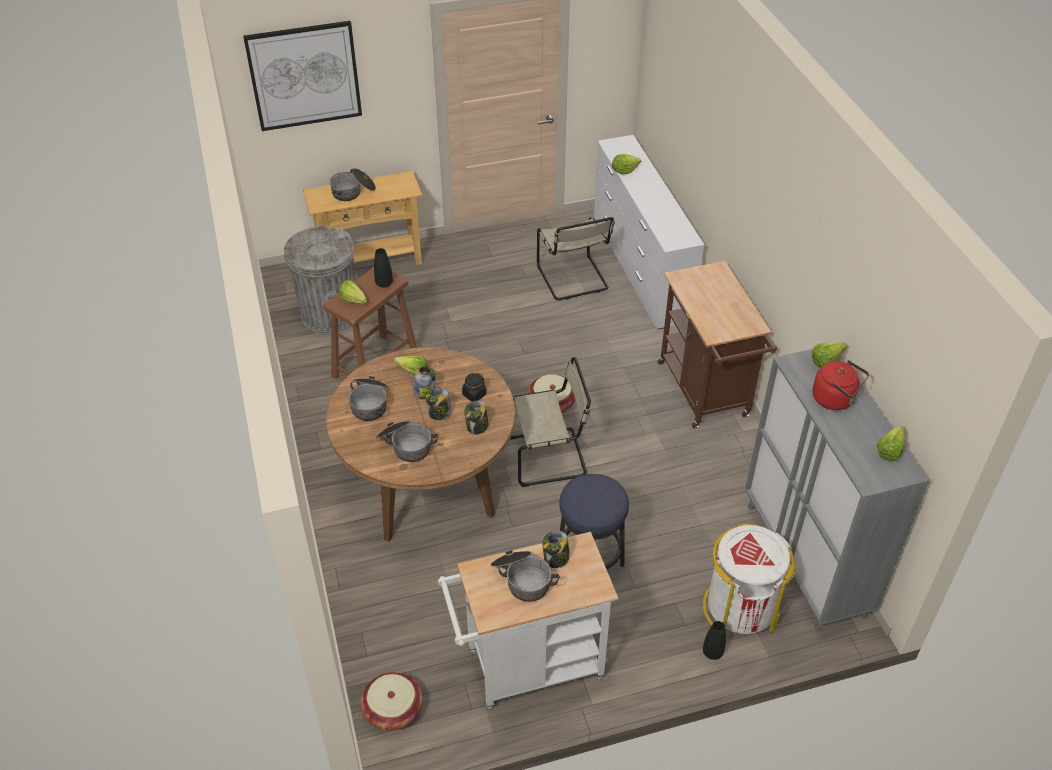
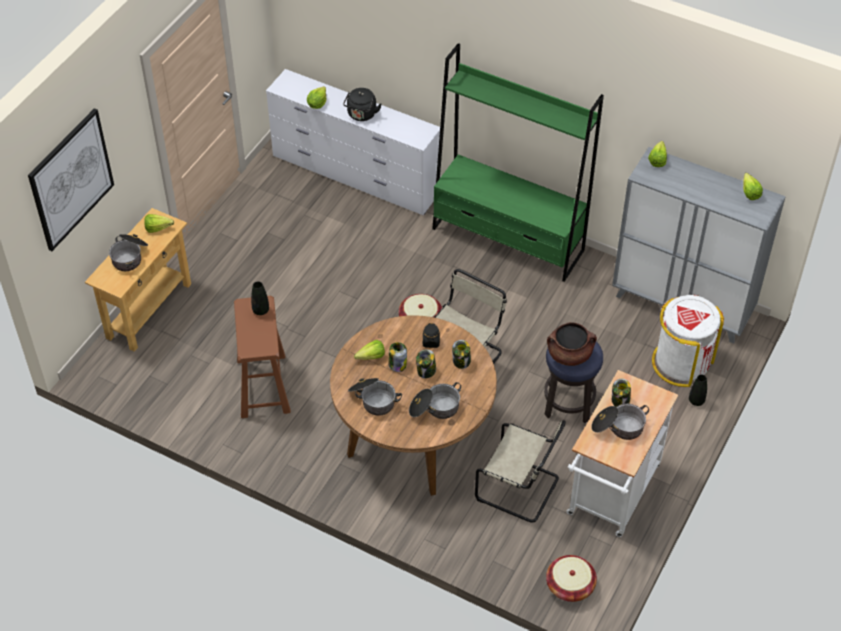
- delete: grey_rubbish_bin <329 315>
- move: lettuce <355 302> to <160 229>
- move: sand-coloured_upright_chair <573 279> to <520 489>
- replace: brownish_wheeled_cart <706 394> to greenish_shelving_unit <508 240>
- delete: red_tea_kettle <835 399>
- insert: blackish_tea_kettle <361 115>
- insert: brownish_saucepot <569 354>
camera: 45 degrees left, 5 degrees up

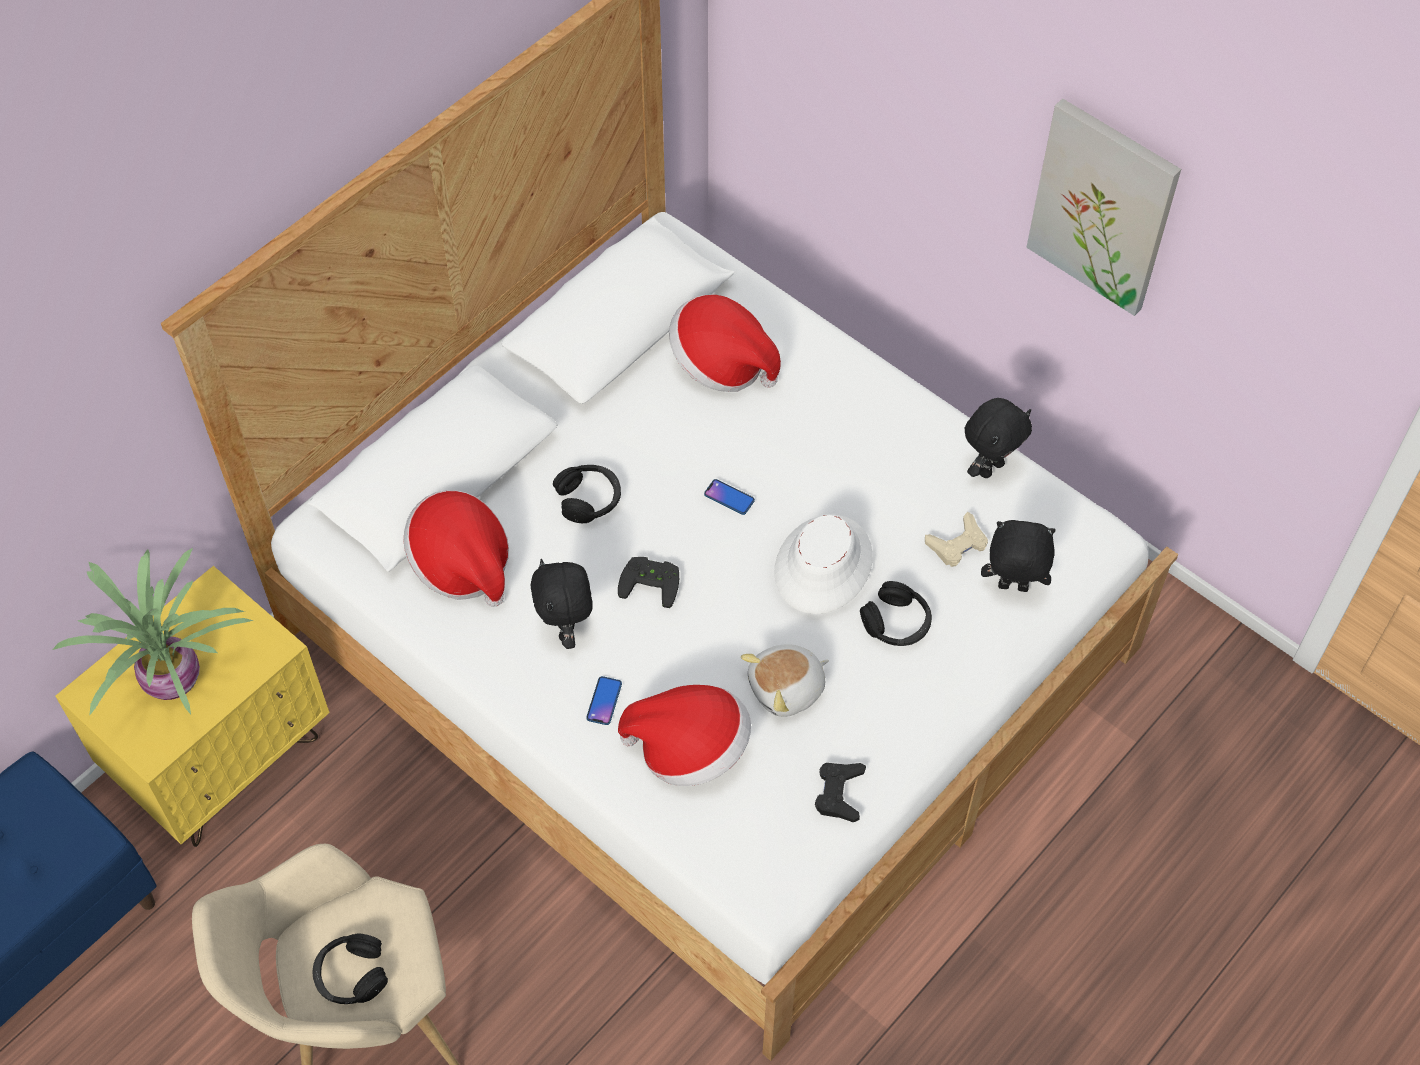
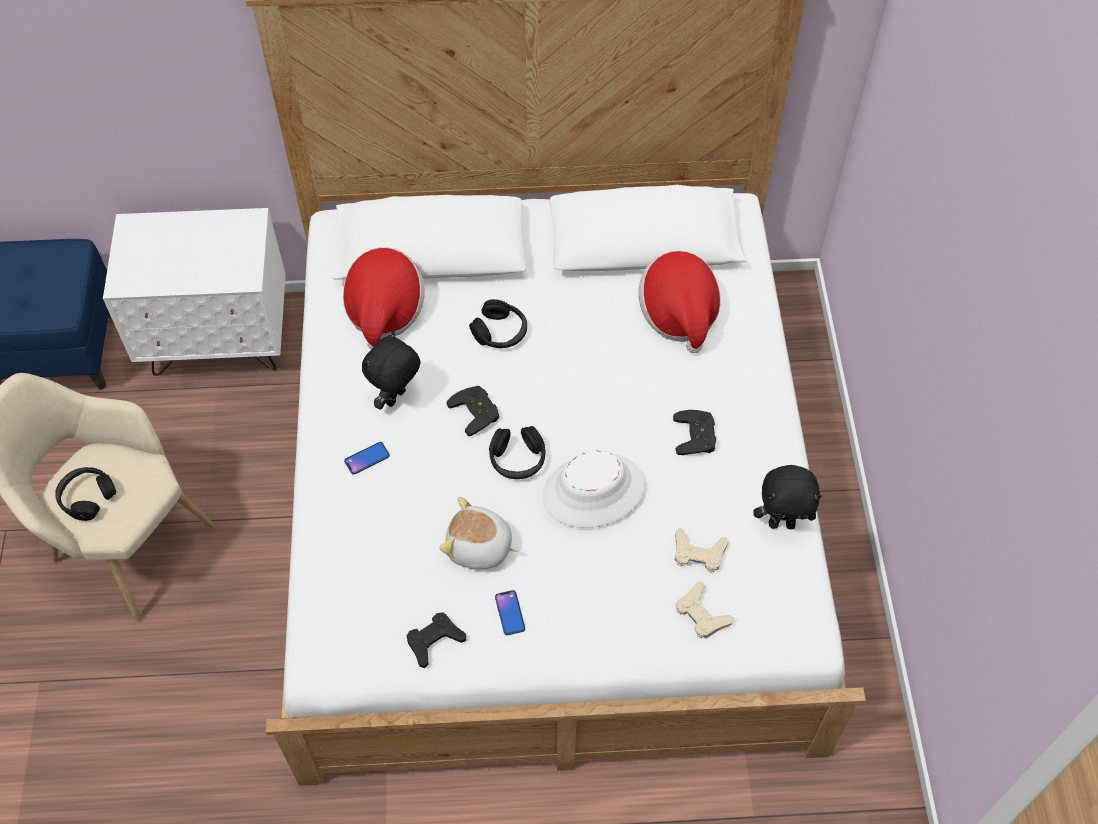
- delete: plant_in_a_pot <174 677>
- recolor: yellow_night_table <223 759> to white_night_table <219 341>
- delete: wearable_hat <690 749>
- move: telephone <729 497> to <510 613>
- move: blackish_headset <896 623> to <517 459>
- replace: blackish_cuddly_toy <1012 588> to sand-coloured_gamepad <701 614>
- delete: wall_art <1103 206>
- insert: blackish_gamepad <698 436>
camera: 45 degrees right, 0 degrees up

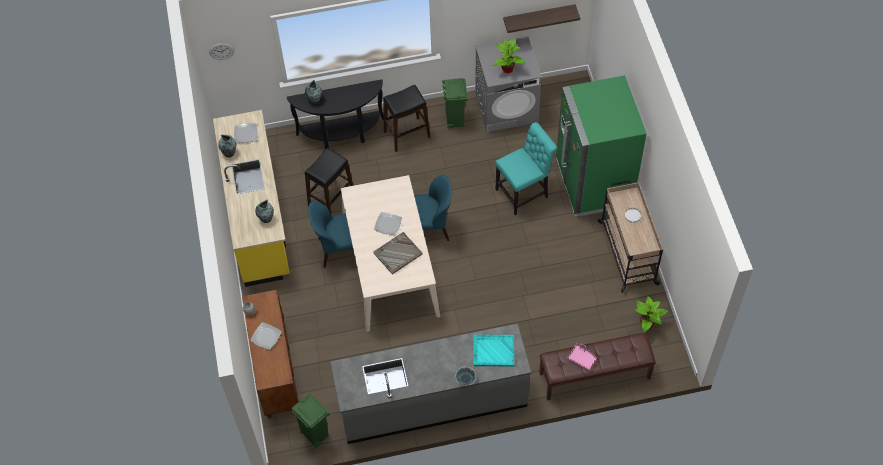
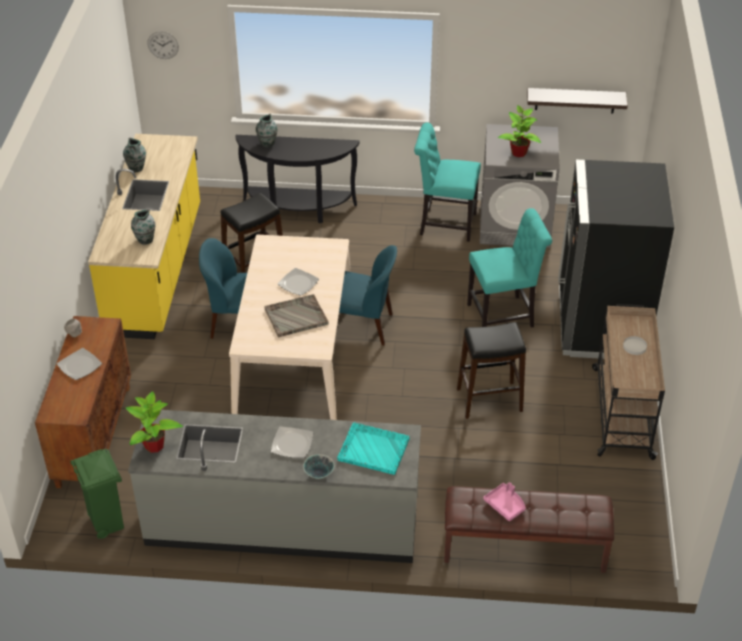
- move: flat_dish <245 133> to <292 443>
- move: blackish_stool_seat <407 135> to <489 400>
- replace: greenish_rubbish_bin <455 120> to turquoise-coloured_upright_chair <444 224>
- recolor: greenish_refrigerator <593 183> to blackish_refrigerator <601 325>
- move: plant_in_a_pot <647 324> to <154 446>
camera: 15 degrees right, 15 degrees down

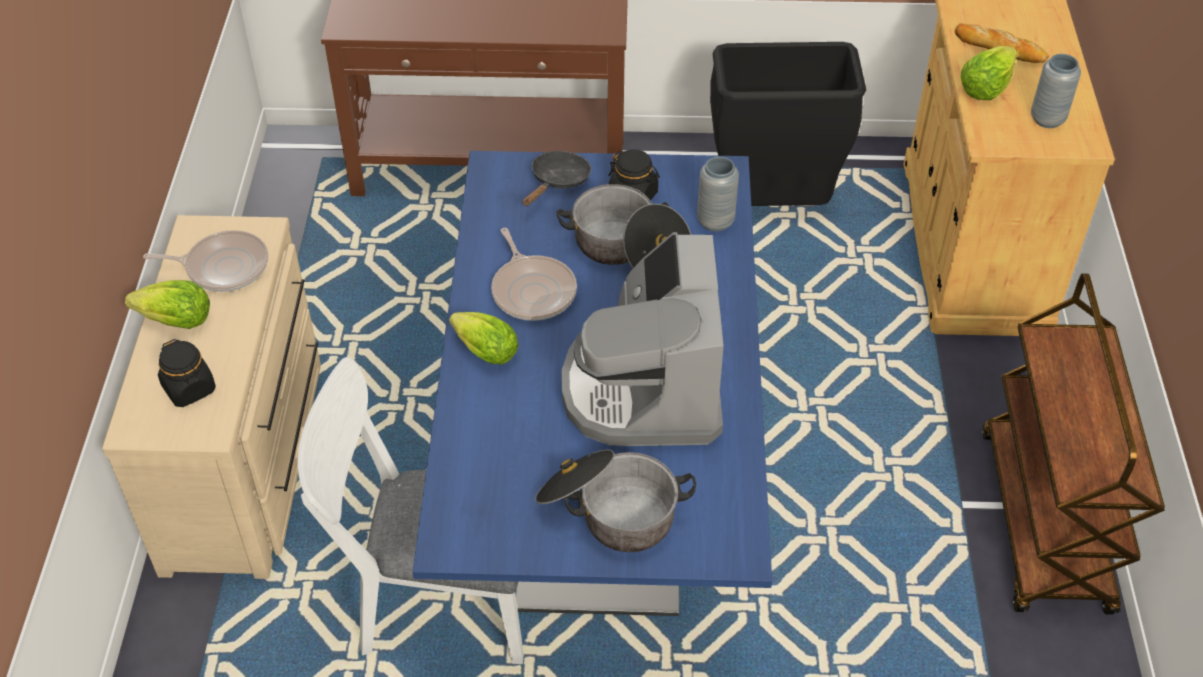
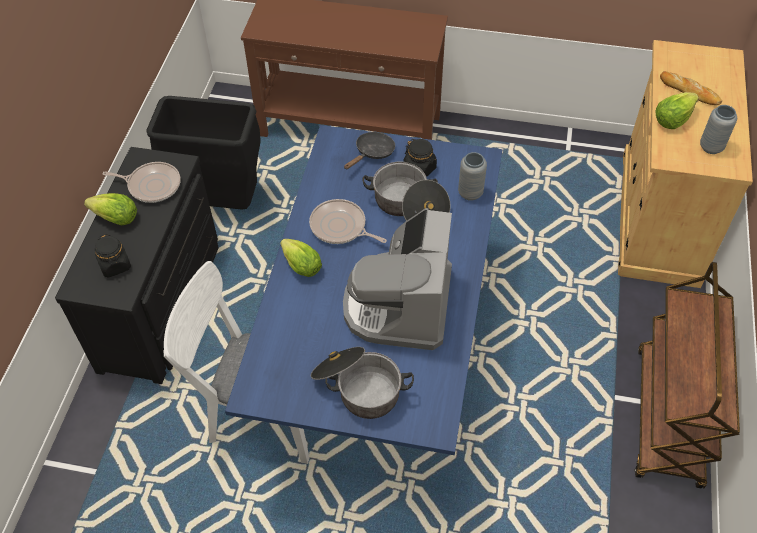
- recolor: sand-coloured_chest_of_drawers <249 459> to blackish_chest_of_drawers <164 303>
- rotate: frying_pan <532 290> = <340 227> 135 degrees clockwise
- move: blackish_rubbish_bin <772 206> to <221 204>
camera: 10 degrees right, 5 degrees up

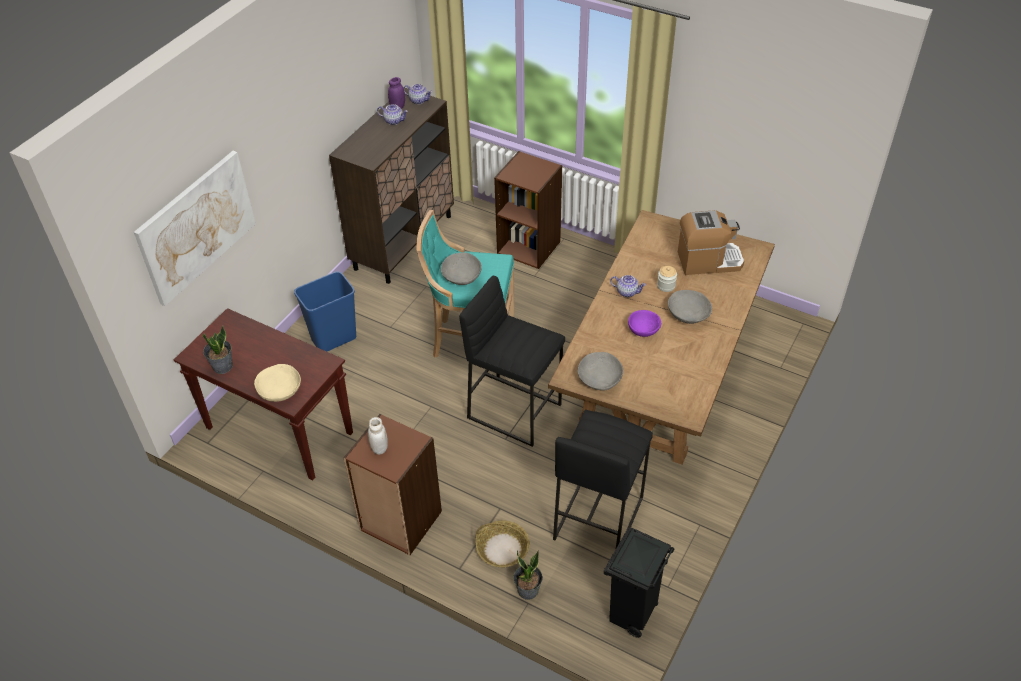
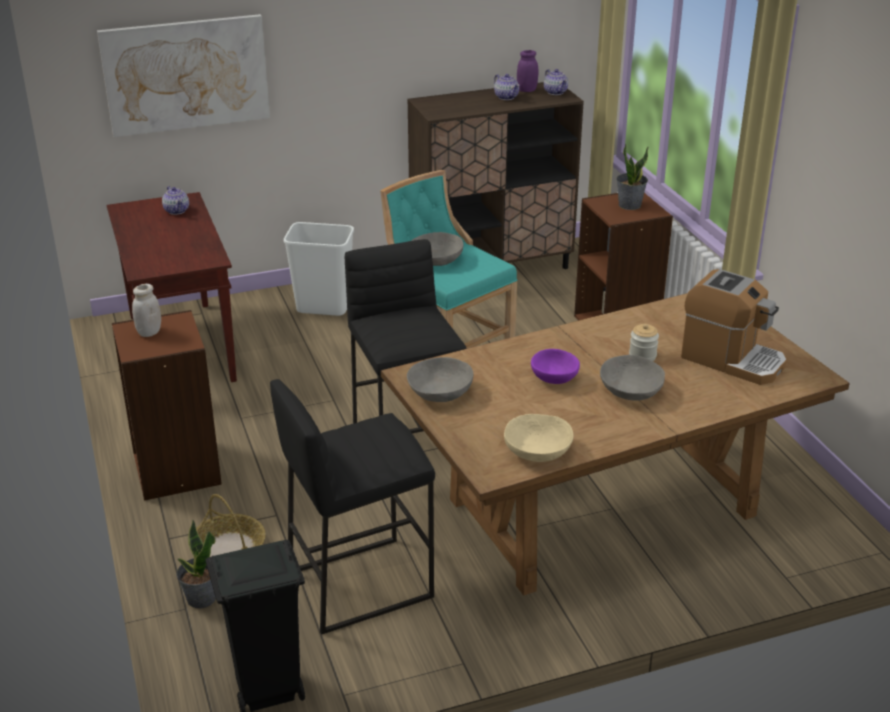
- move: plant_in_a_pot <222 366> to <629 205>
- move: sand-coloured_bowl <280 390> to <537 451>
- recolor: blue_rubbish_bin <334 338> to white_rubbish_bin <324 307>
- move: teapot <627 292> to <177 210>
camera: 40 degrees right, 15 degrees down

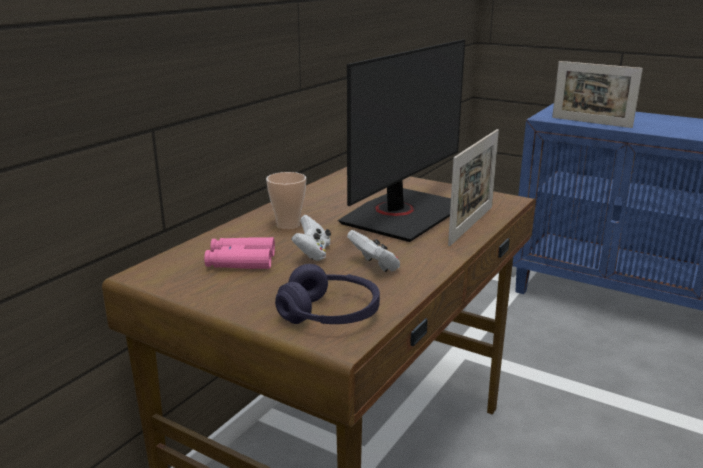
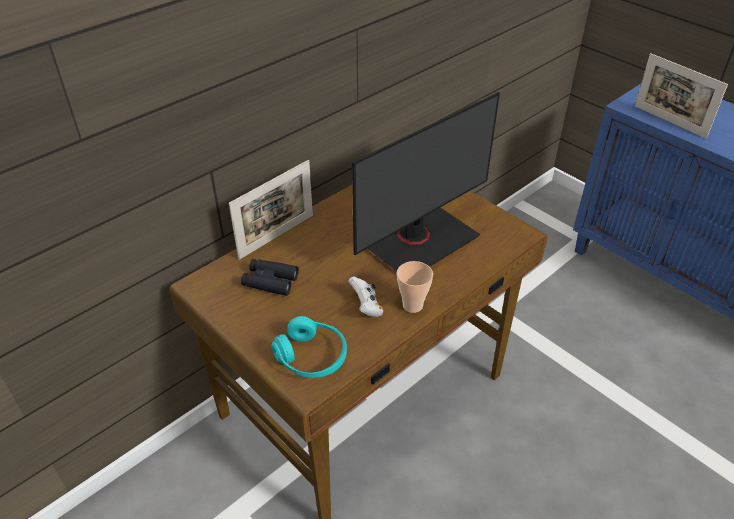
- recolor: pink-coloured_pair_of_binoculars <240 261> to blackish_pair_of_binoculars <270 281>
- move: drinking_cup <288 225> to <412 305>
- recolor: purple-coloured_headset <330 314> to turquoise-coloured_headset <311 357>
- delete: white_gamepad <312 253>
- move: picture_frame <471 225> to <276 236>
camera: 15 degrees right, 20 degrees up

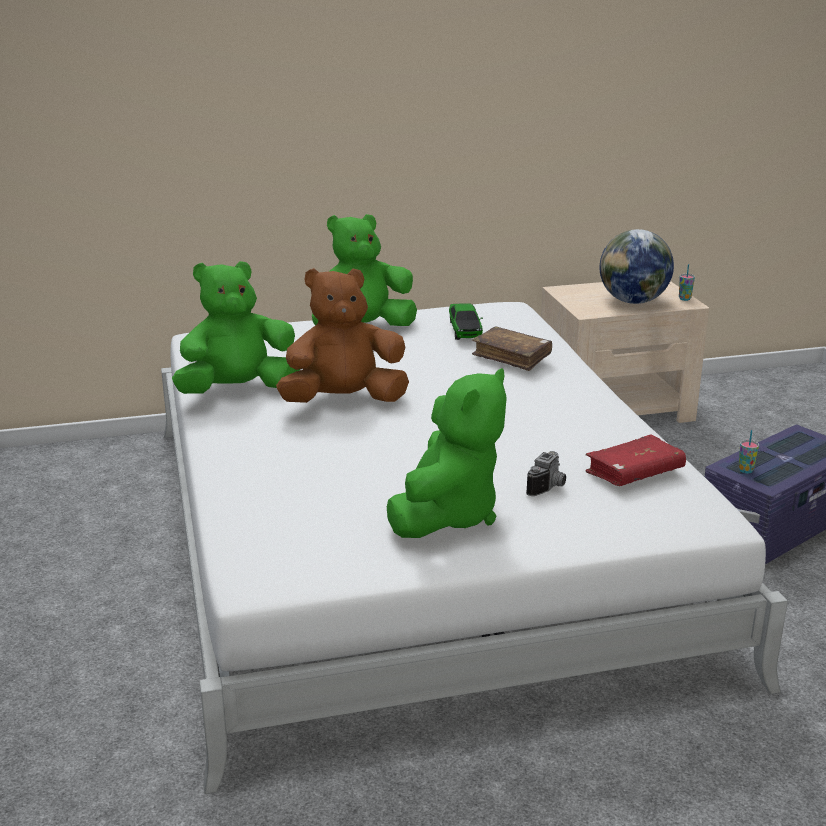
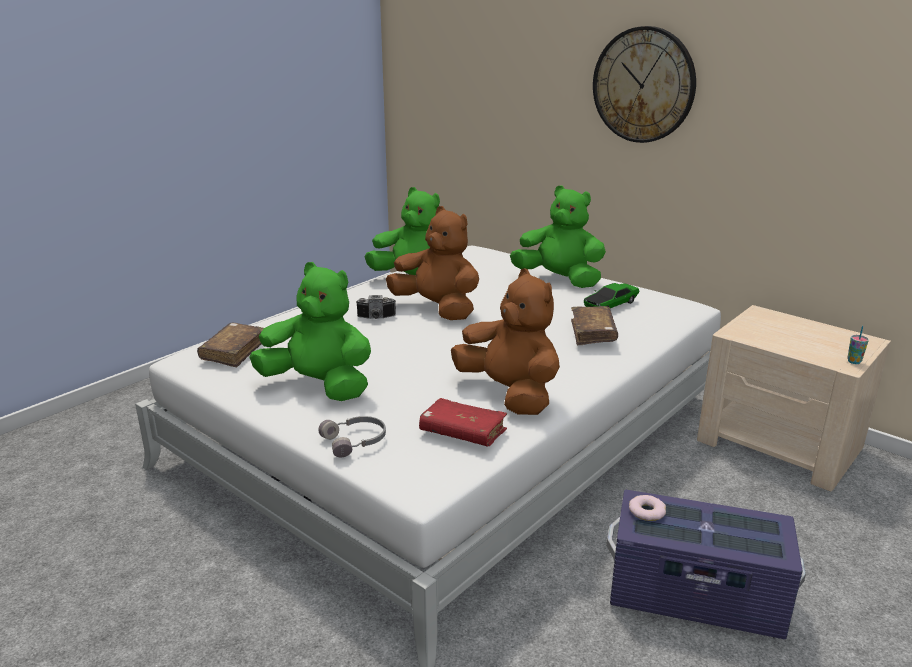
- rotate: greenish_cuddly_toy <447 515> = <319 386> 150 degrees counterclockwise
- move: photo_camera <550 487> to <376 318>
- delete: globe <633 301>
- replace: drinking_cup <745 470> to doughnut <646 511>
- insert: brownish_bound_book <233 352>
- insert: grey_headset <355 441>
- insert: brownish_cuddly_toy <510 394>
- insert: wall_clock <643 85>
camera: 55 degrees right, 0 degrees up

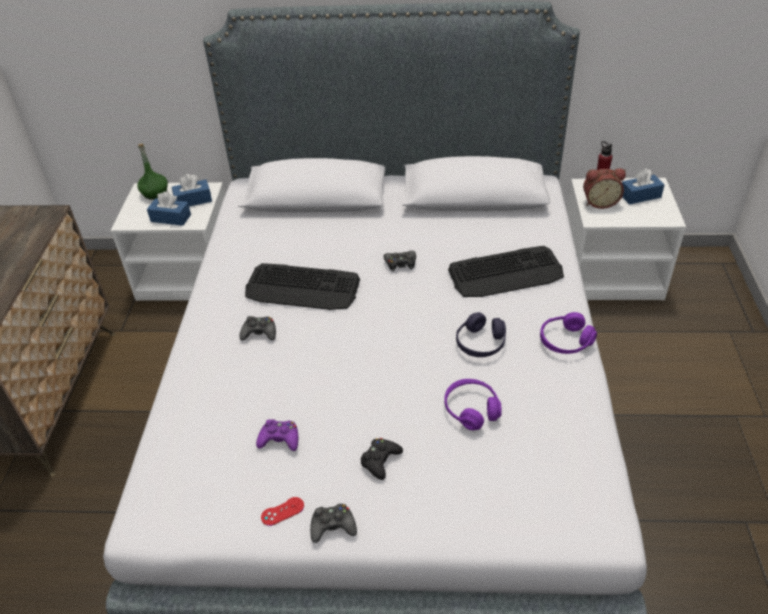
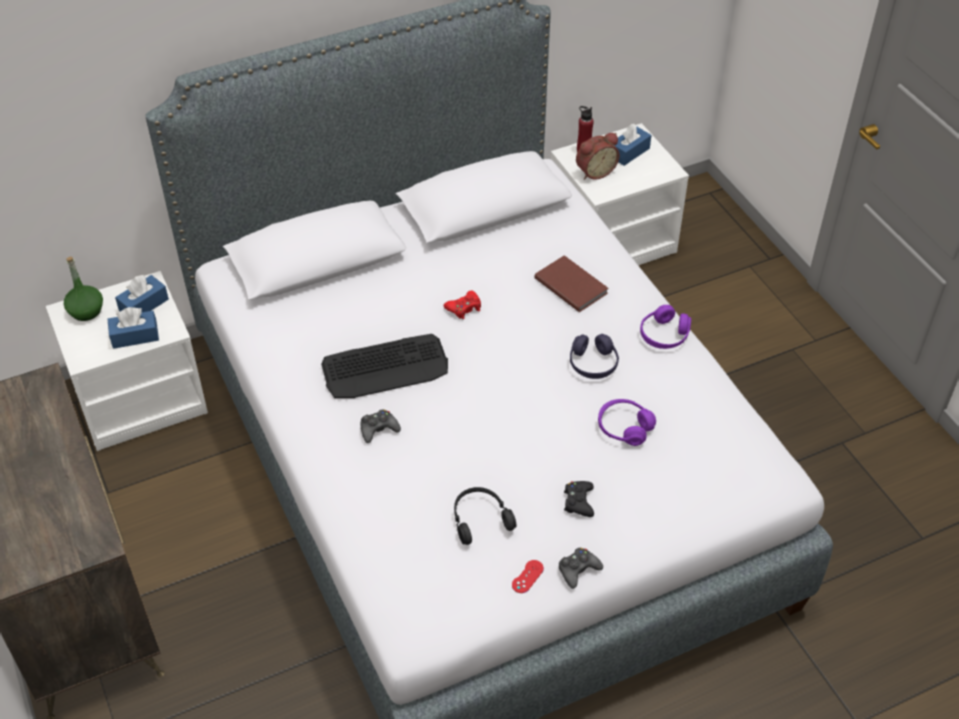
- replace: purple-coloured_gamepad <279 439> to blackish_headset <480 519>
- recolor: blackish_gamepad <400 263> to red_gamepad <464 308>
- replace: keyboard <506 273> to brownish_bound_book <571 285>
camera: 30 degrees left, 5 degrees up

